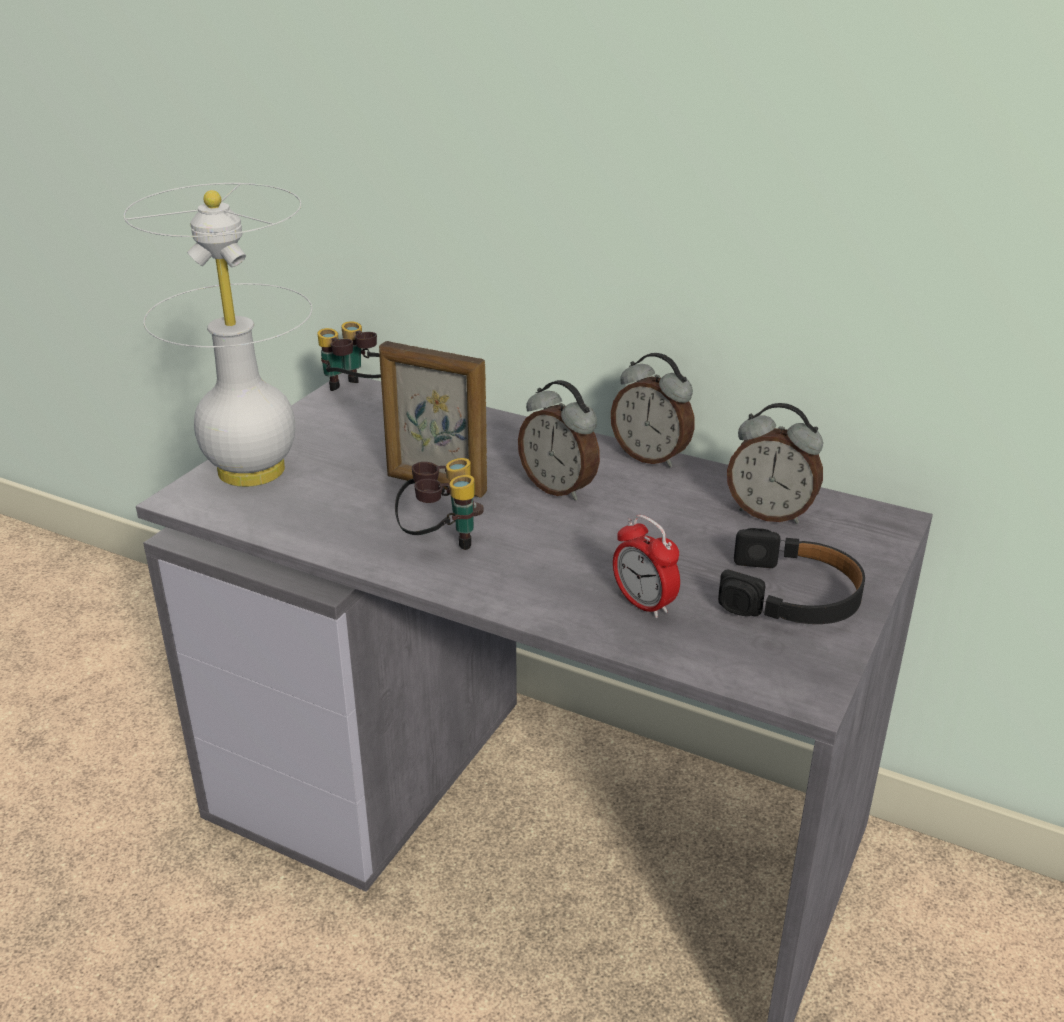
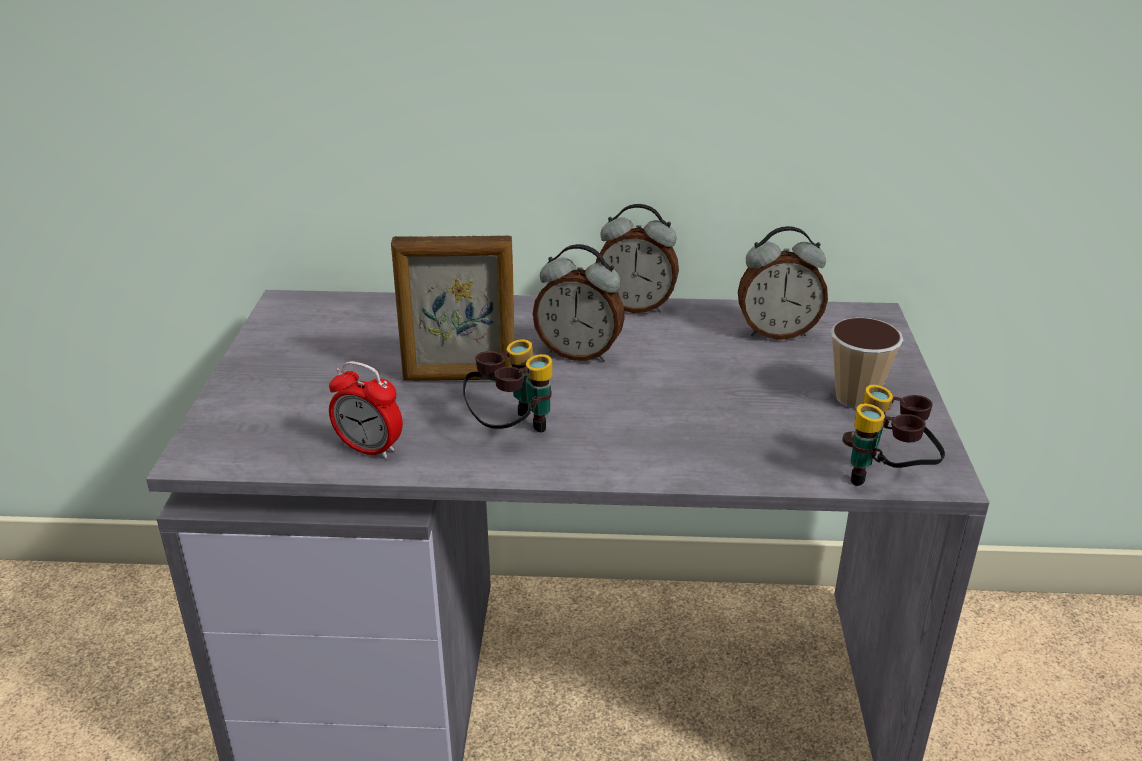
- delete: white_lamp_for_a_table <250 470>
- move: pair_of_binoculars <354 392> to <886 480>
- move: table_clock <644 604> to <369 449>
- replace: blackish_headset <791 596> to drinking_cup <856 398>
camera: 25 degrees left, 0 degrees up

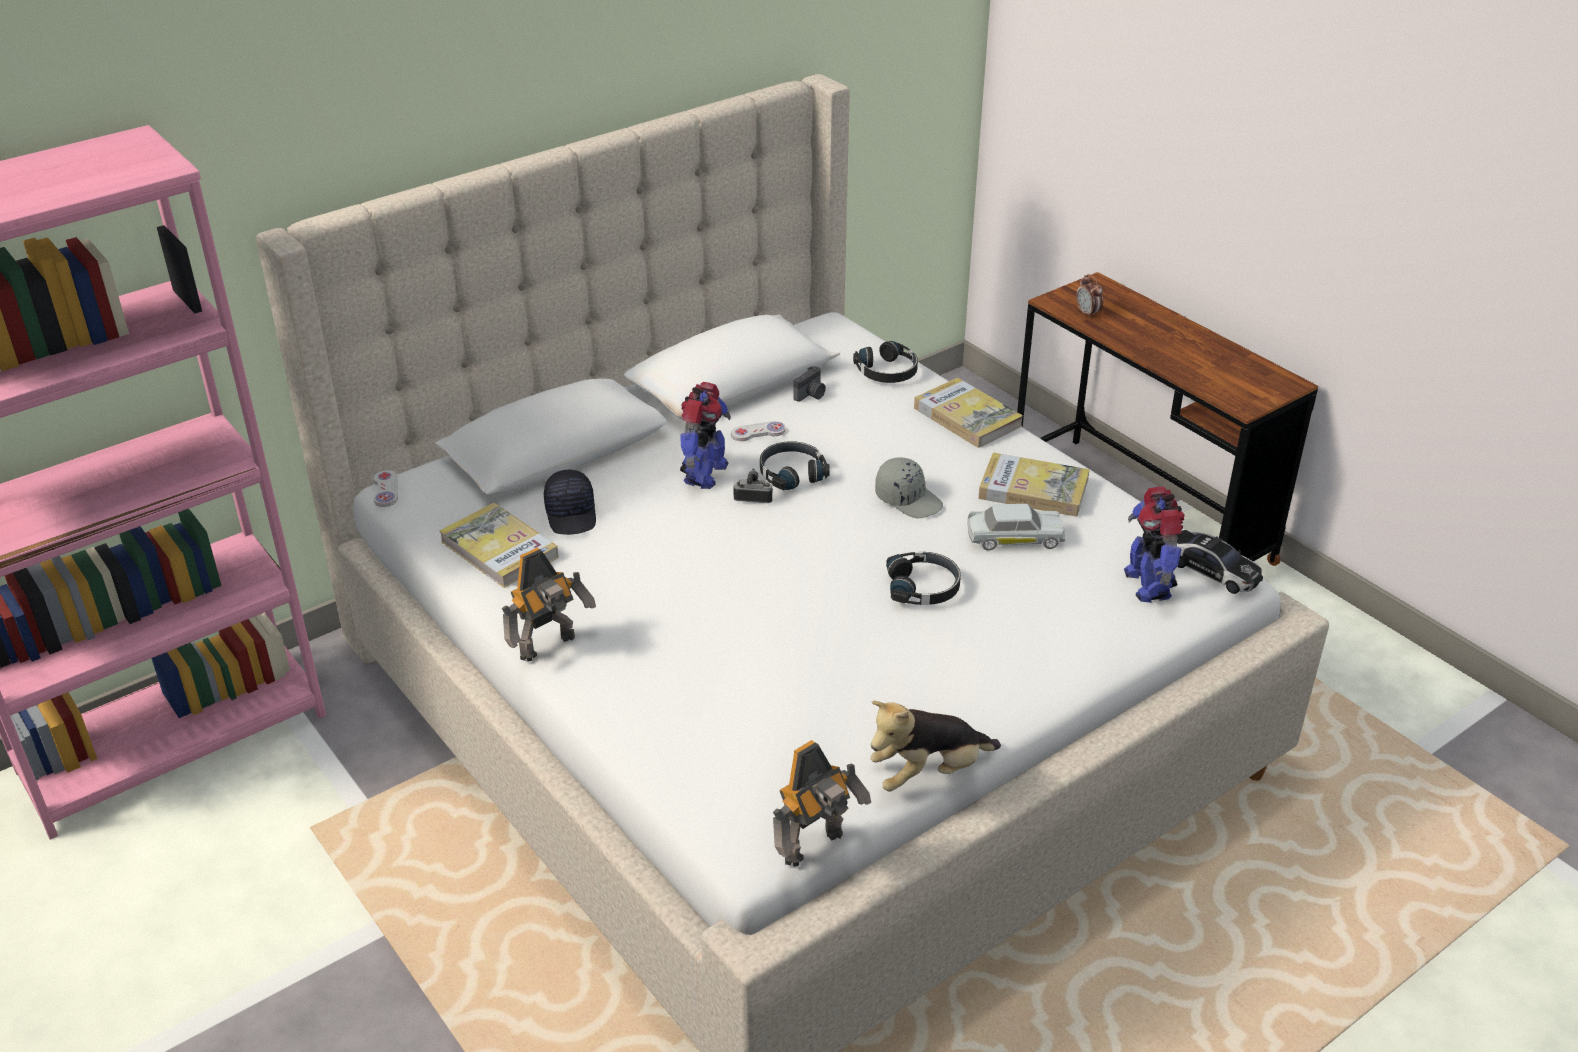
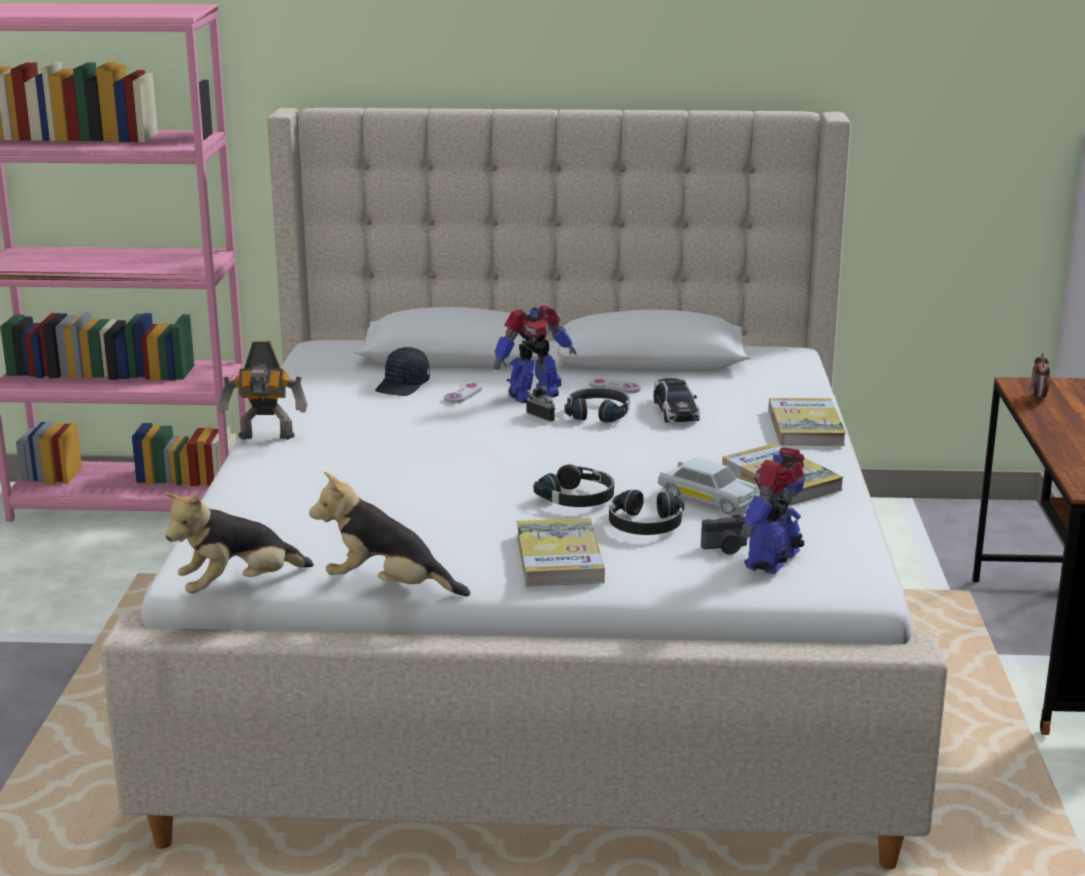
- move: white_gamepad <385 490> to <463 394>
- move: bound_book <499 549> to <559 558>
- replace: toy_robot <816 848> to cuddly_toy <238 587>
- move: photo_camera <811 395> to <725 548>
- move: blackish_headset <887 372> to <645 525>
- delete: grey_peaked_cap <909 499>
- move: model_car <1212 570> to <675 410>
camera: 40 degrees right, 15 degrees down

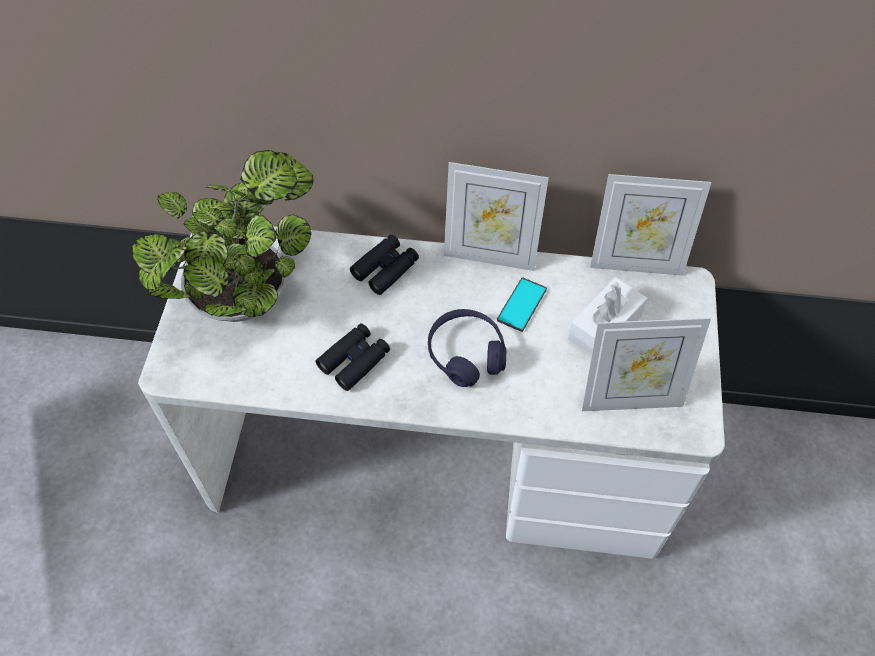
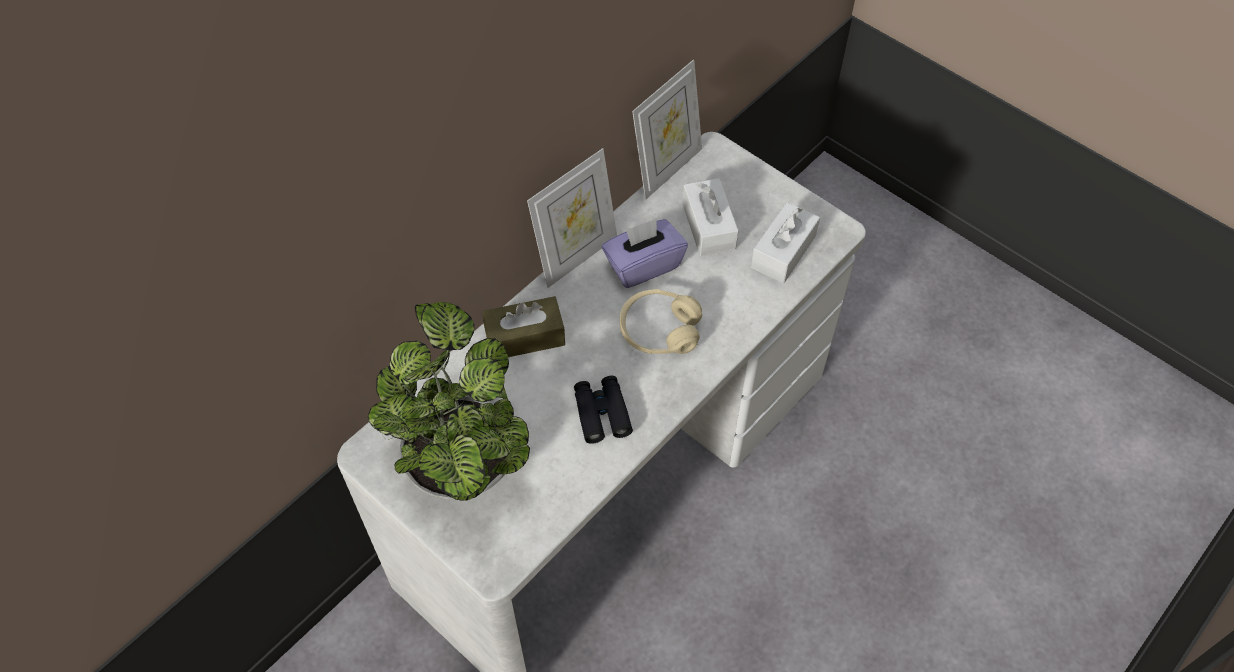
- replace: blackish_pair_of_binoculars <385 269> to brownish_box_of_tissues <525 337>
- recolor: purple-coloured_headset <466 354> to sand-coloured_headset <659 330>
- replace: telephone <521 305> to purple-coloured_box_of_tissues <643 265>
- replace: picture_frame <630 399> to white_box_of_tissues <783 252>
camera: 55 degrees left, 0 degrees up

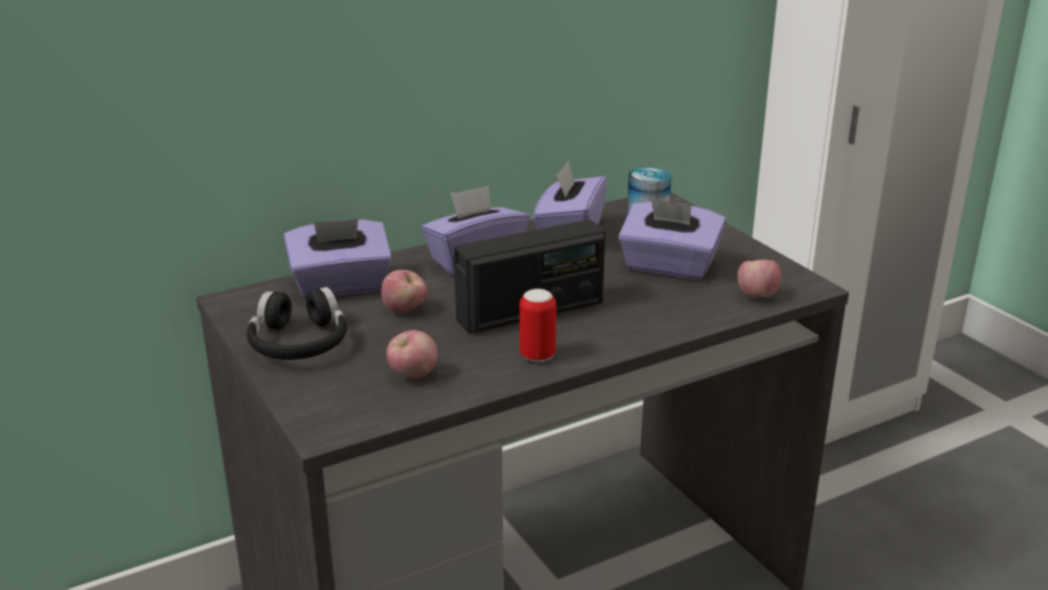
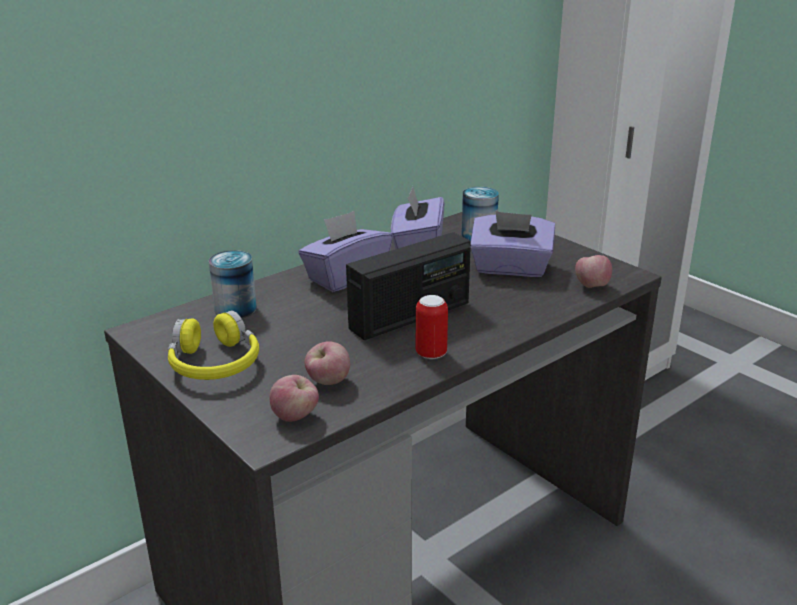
- recolor: blackish_headset <299 342> to yellow_headset <214 363>
- replace: purple-coloured_box_of_tissues <341 286> to can <235 309>
- move: whole_apple <405 310> to <295 417>
camera: 10 degrees left, 0 degrees up

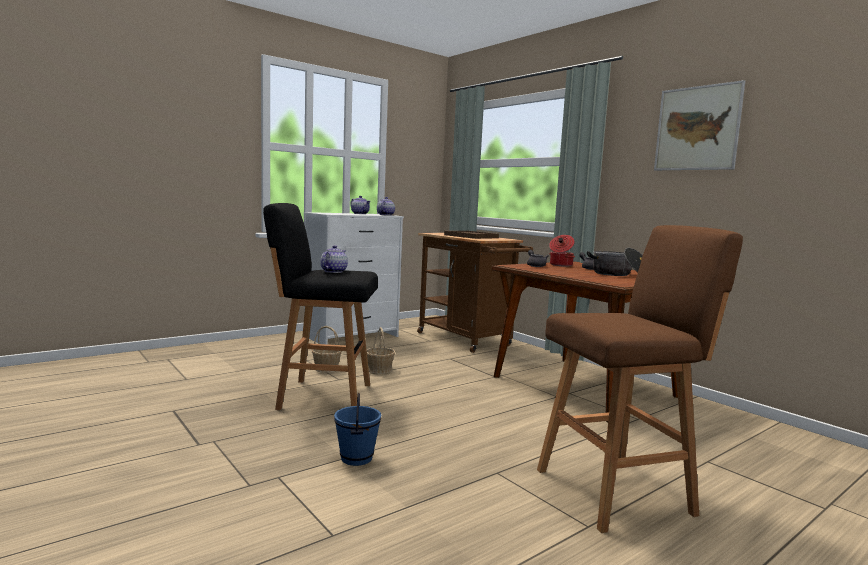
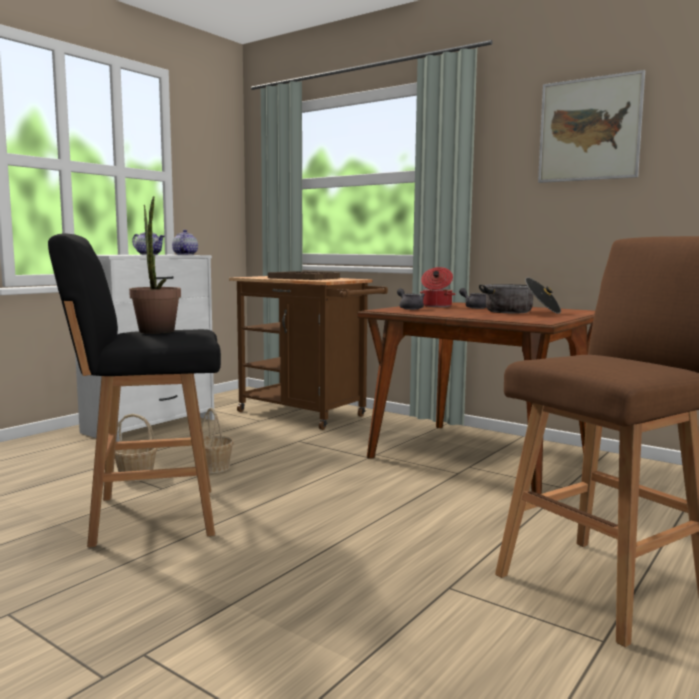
- replace: teapot <333 271> to plant_in_a_pot <156 332>
- delete: blue_pail <356 458>
camera: 15 degrees left, 0 degrees up

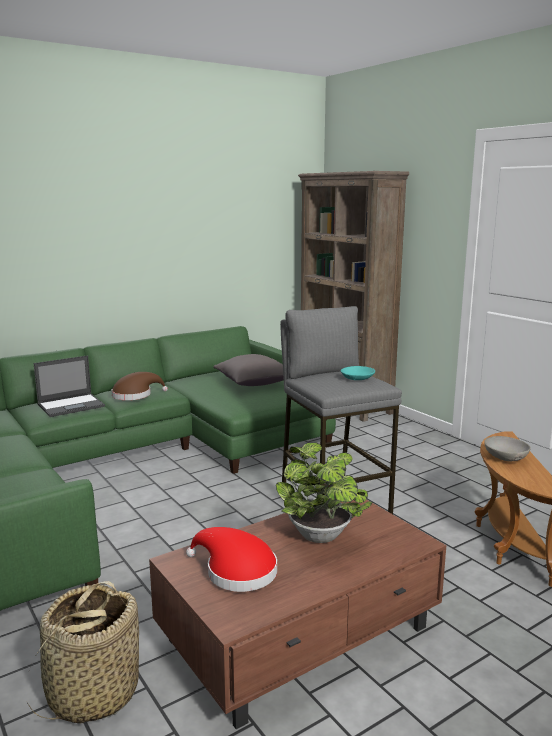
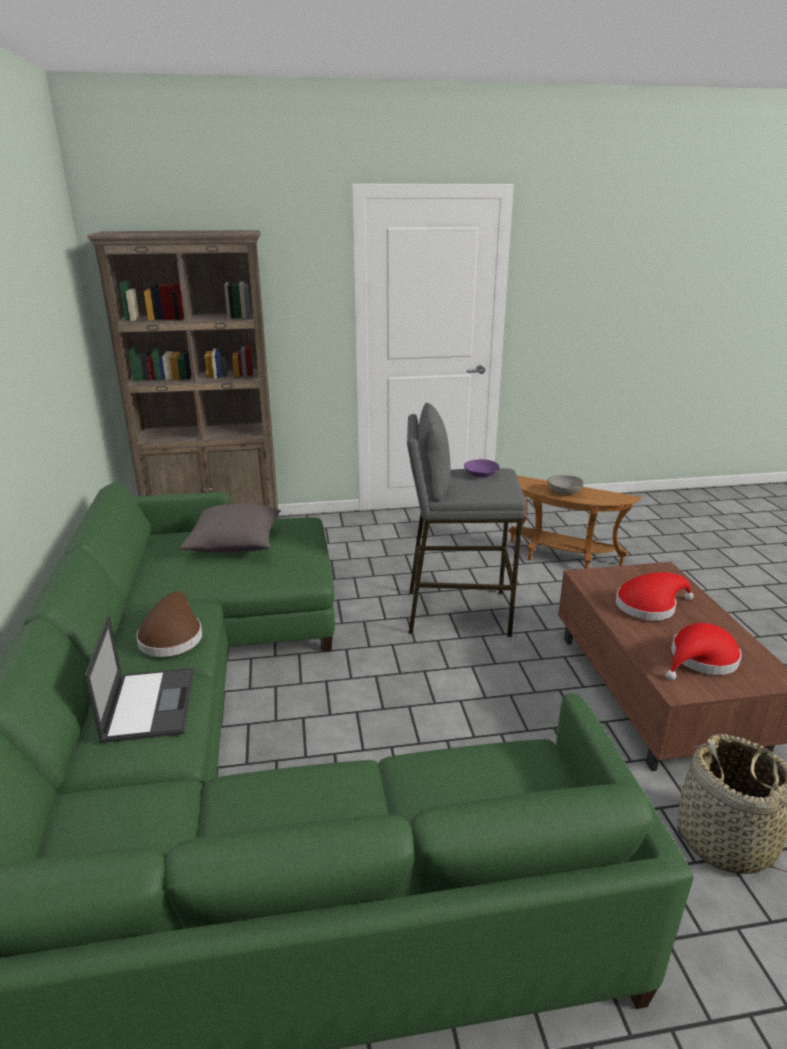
- replace: plant_in_a_pot <322 538> to red_wearable_hat <649 606>
- recolor: turquoise-coloured_bowl <357 379> to purple-coloured_bowl <481 474>
camera: 65 degrees left, 10 degrees up

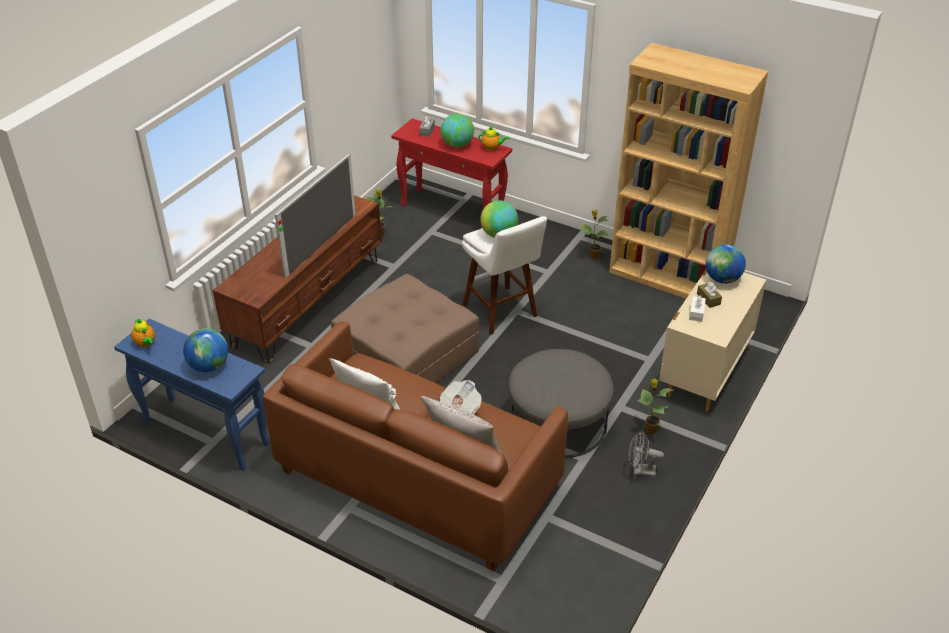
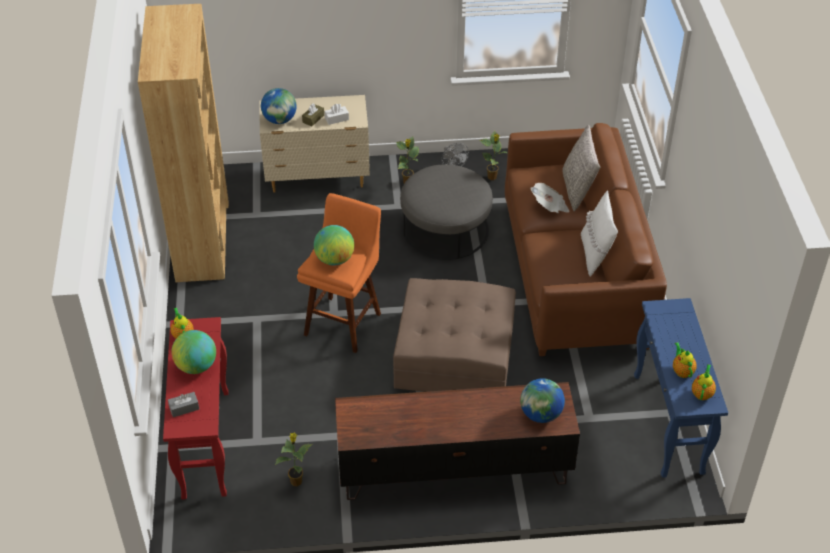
- move: globe <209 366> to <540 414>
- delete: television <321 245>
- recolor: white_stool_seat <502 313> to orangey_stool_seat <345 320>
- move: plant_in_a_pot <593 256> to <492 177>
- insert: teapot <682 371>
camera: 125 degrees left, 5 degrees up

